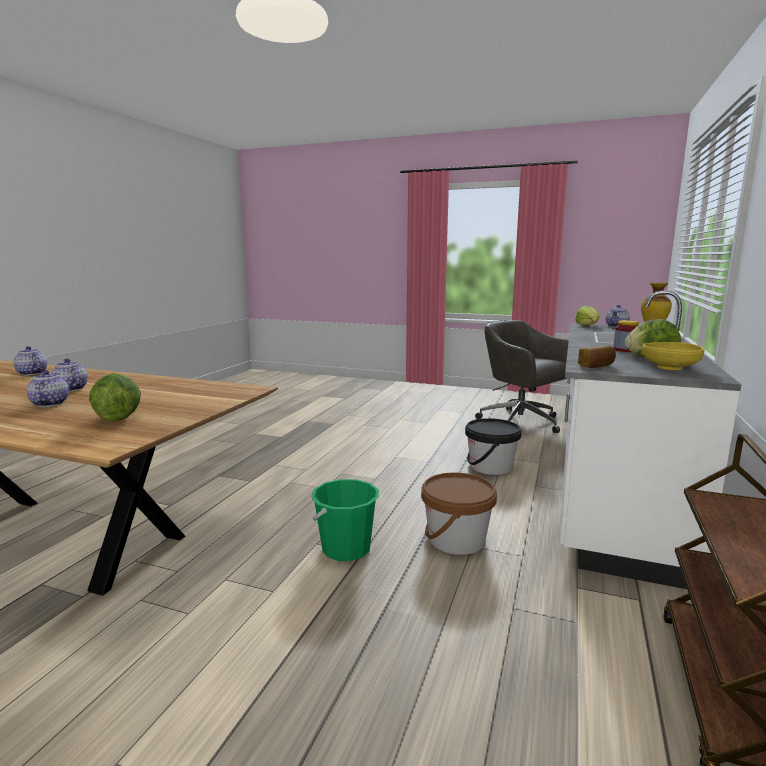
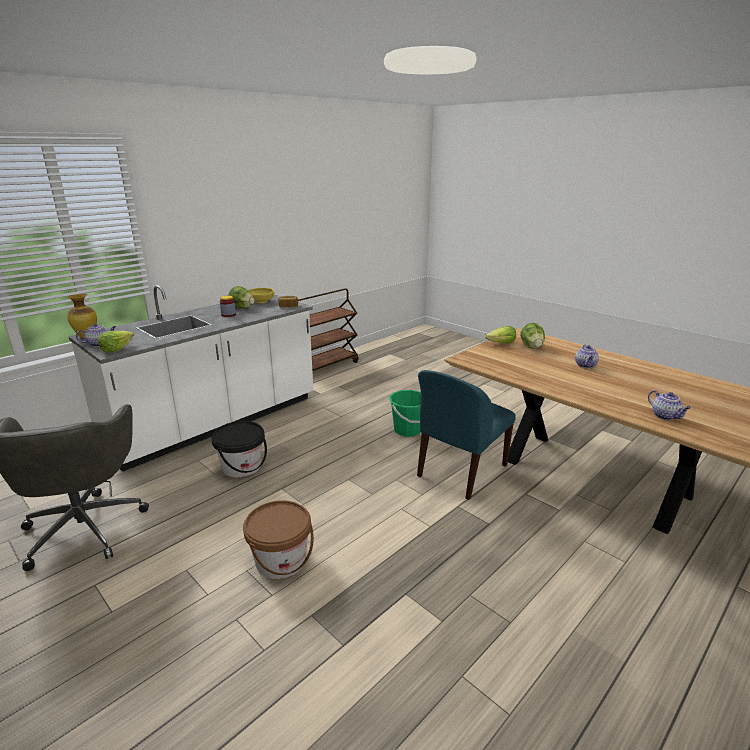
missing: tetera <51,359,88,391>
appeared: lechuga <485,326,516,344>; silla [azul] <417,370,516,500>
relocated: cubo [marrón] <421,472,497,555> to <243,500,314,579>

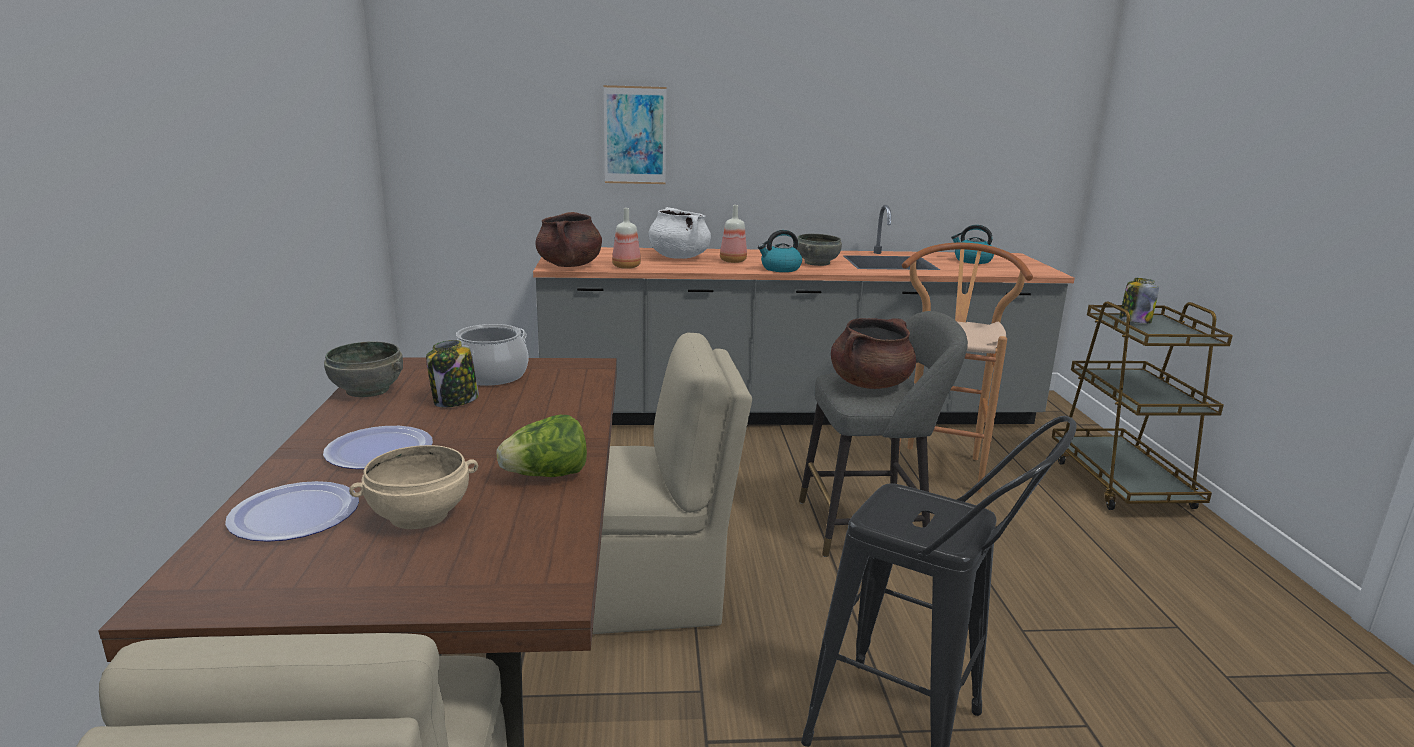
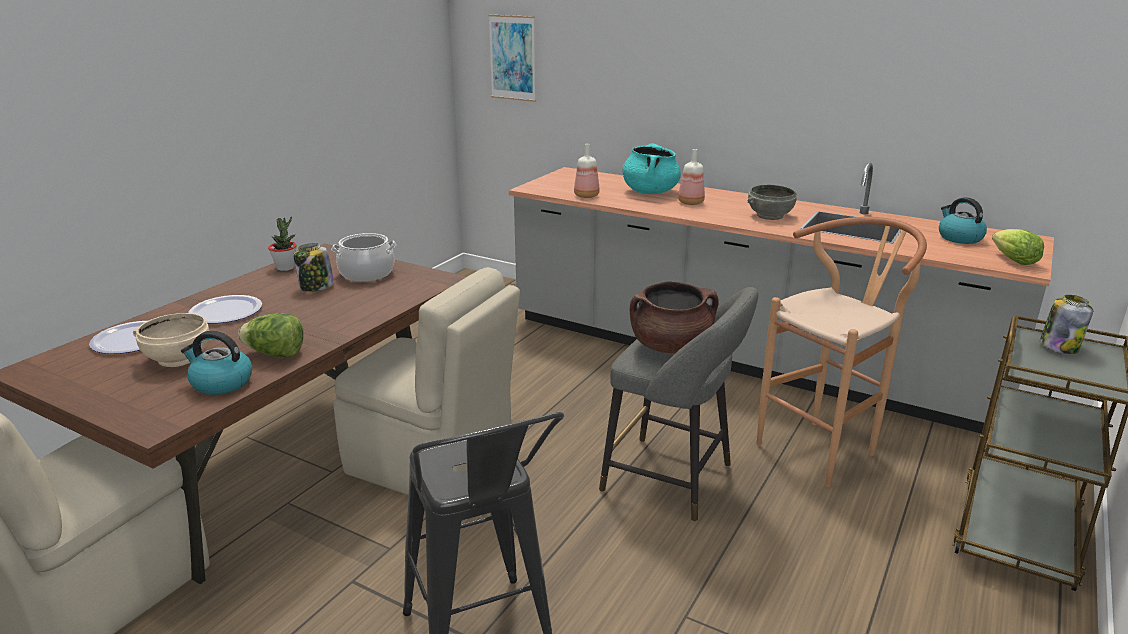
missing: olla [marrón] <535,212,602,267>
appeared: lechuga <992,229,1044,265>
relocated: cuadro <604,85,667,184> to <488,14,536,102>; hervidor <758,230,802,272> to <181,331,252,395>
exchanged: cuenco [gris] <324,341,403,397> to planta en maceta <268,217,297,271>
colour: olla [blanco] <648,207,711,259> to olla [turquesa] <622,143,681,194>

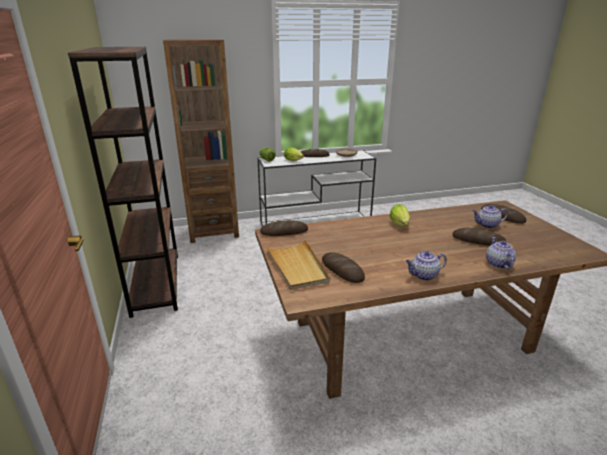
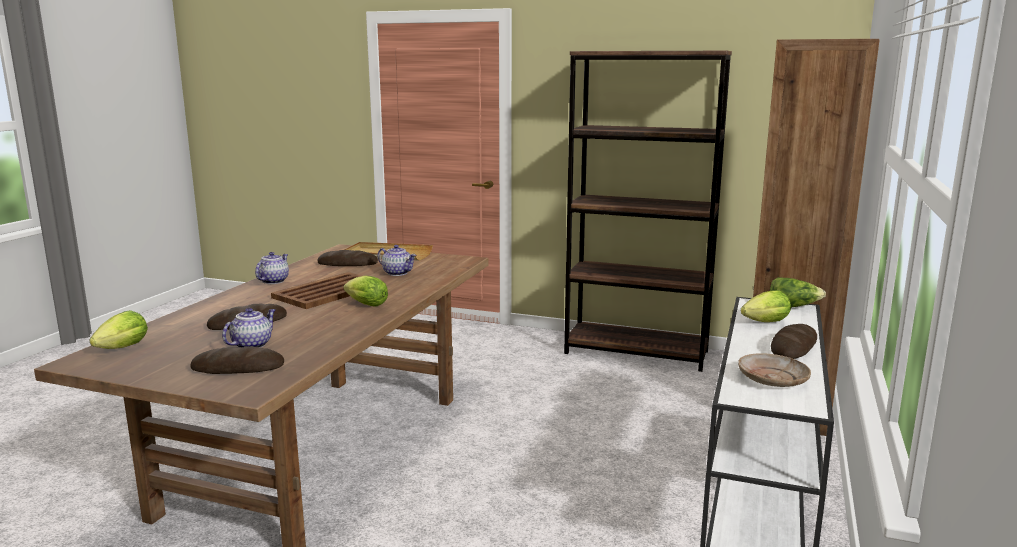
missing: pan <260,220,308,236>
appeared: bandeja [marrón] <271,272,361,309>; lechuga <90,310,148,349>
relocated: tetera <486,237,516,269> to <378,245,416,276>

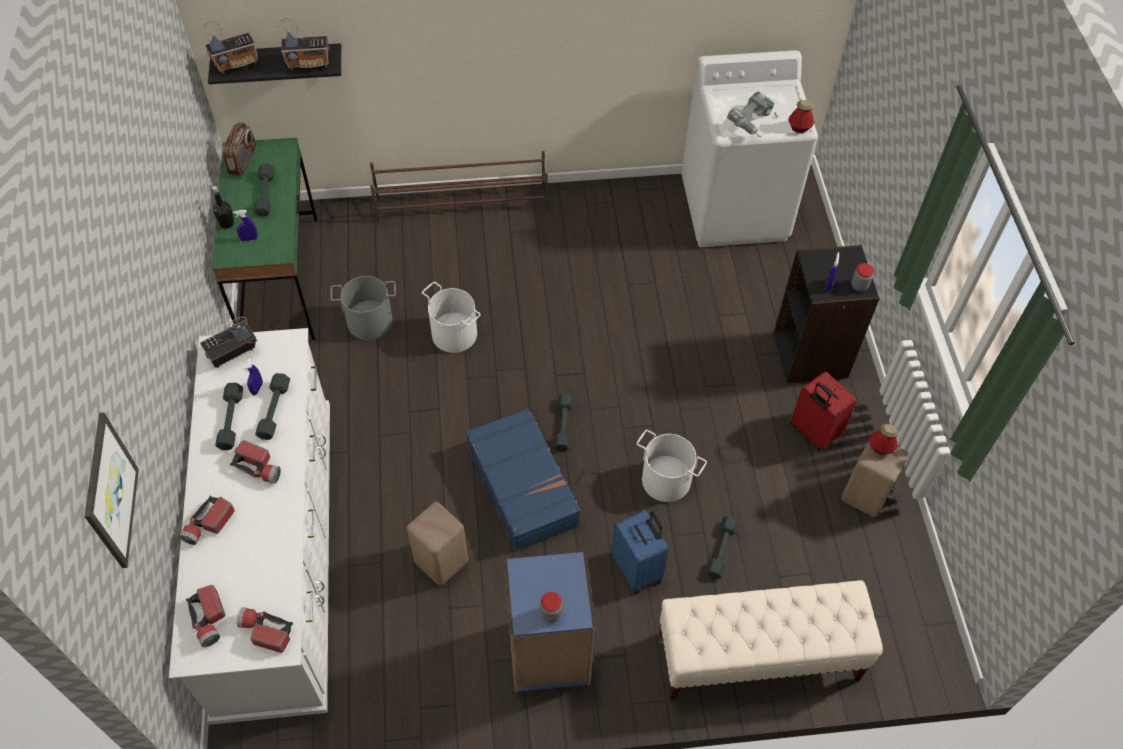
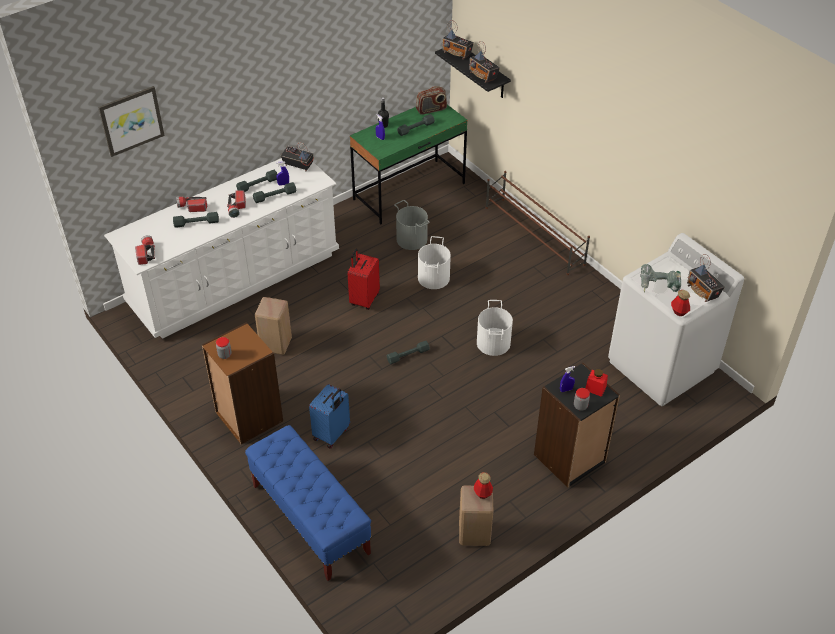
missing: maleta [azul] <466,408,581,551>; linterna <186,585,226,647>
appeared: radio <687,254,725,302>; tarro [rojo] <586,369,608,397>
relocated: maleta [rojo] <790,371,857,450> to <347,249,380,310>; cubo [blanco] <636,430,707,502> to <477,300,513,356>; mancuerna [gris] <705,516,739,579> to <173,212,219,228>
colour: estantería [azul] <504,552,596,693> to estantería [marrón] <202,322,283,444>; banco [beis] <659,580,883,701> to banco [azul] <245,425,372,581>

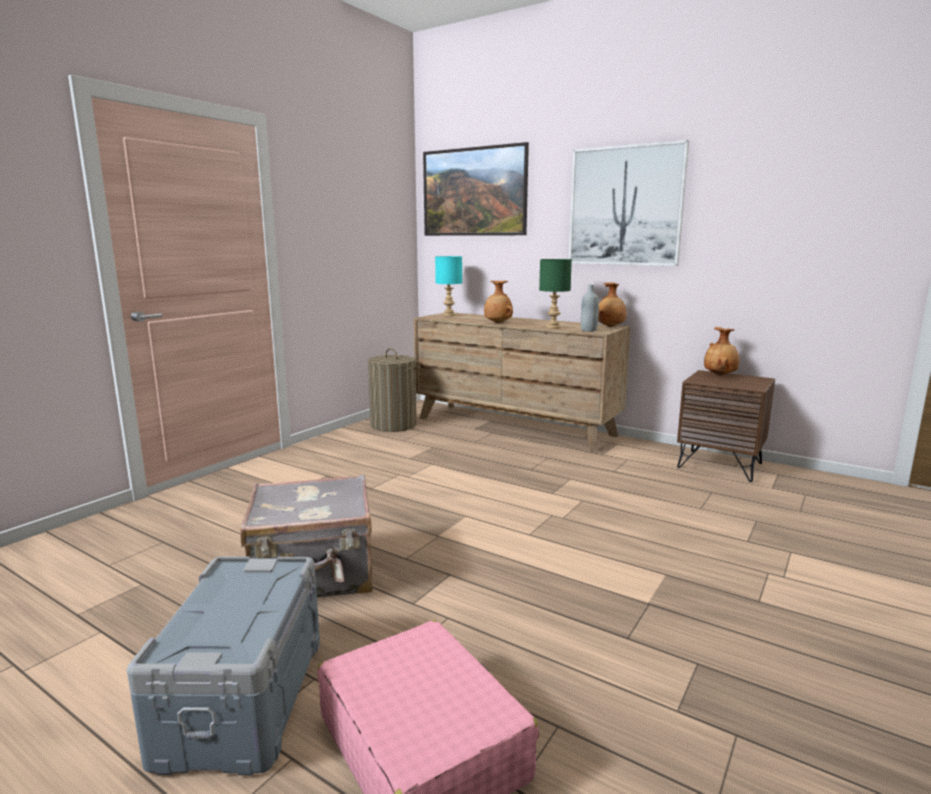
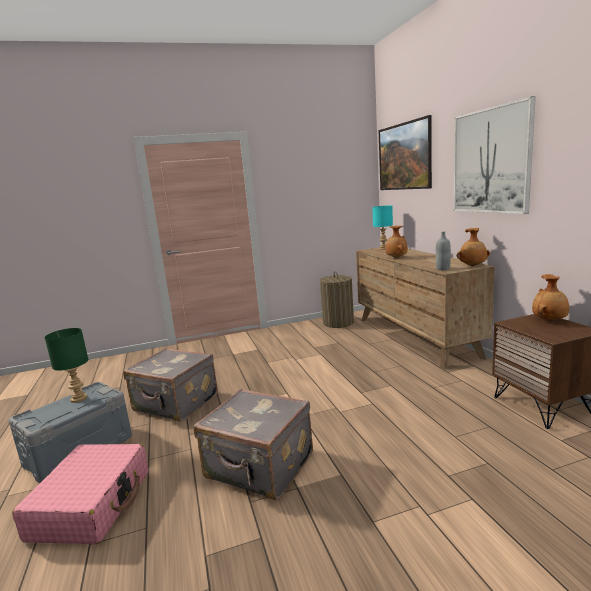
appeared: maleta [gris] <194,389,313,500>
relocated: lámpara de mesa [verde] <539,259,572,329> to <45,328,88,403>

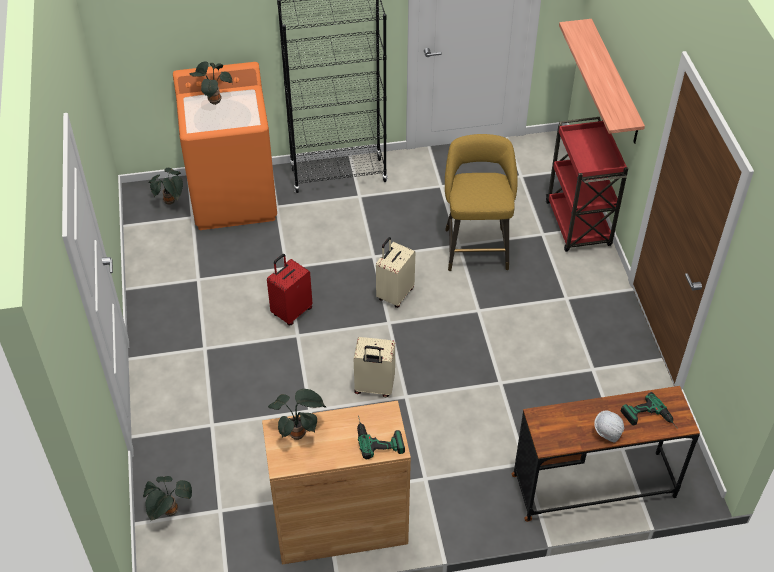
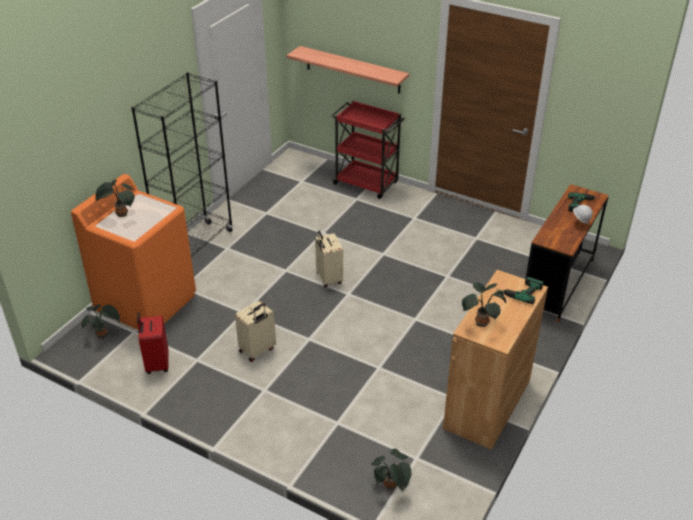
missing: taburete [amarillo] <445,134,518,271>
relocated: maleta [rojo] <267,254,312,326> to <137,312,168,374>; maleta [beis] <354,337,395,397> to <235,300,276,362>

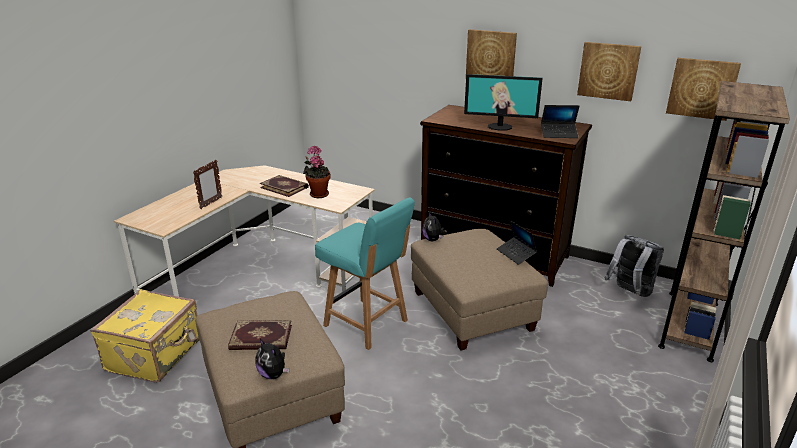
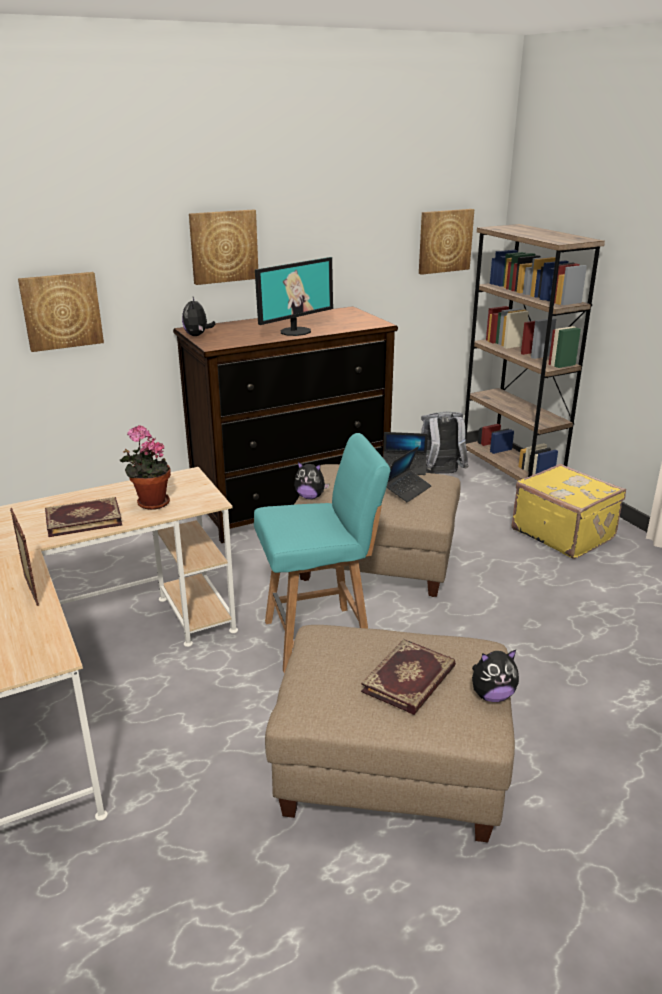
appeared: peluche <182,297,215,336>
relocated: cuadro <577,42,641,101> to <18,272,104,352>; portátil <541,105,579,138> to <386,446,432,502>; maleta [amarillo] <90,289,199,383> to <511,464,626,559>

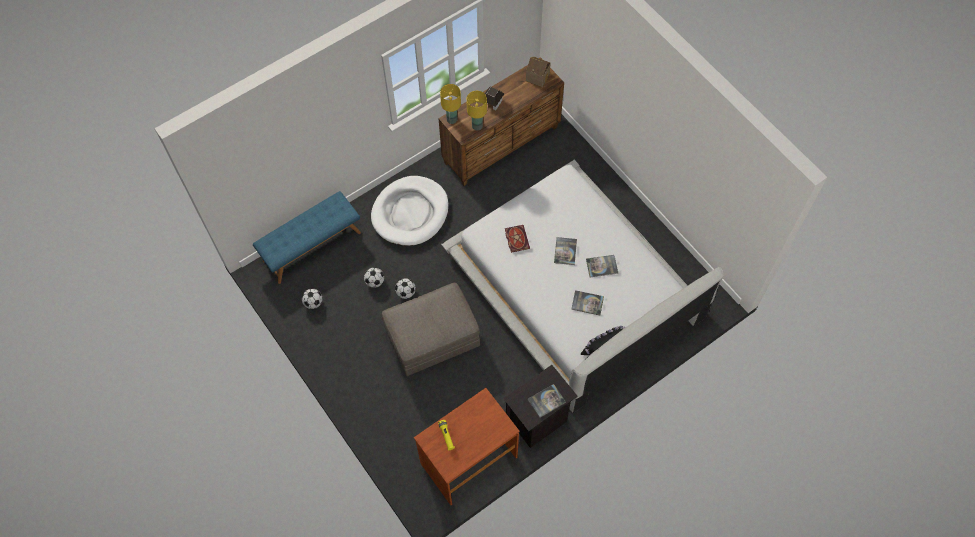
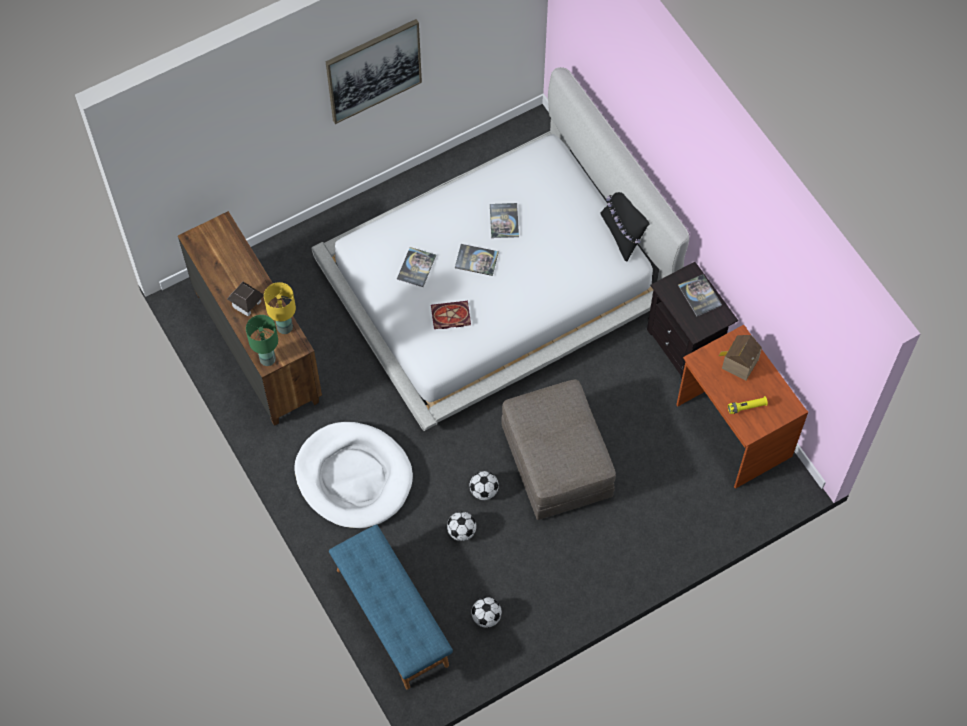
appeared: cuadro <326,19,422,124>
relocated: casita <526,57,550,87> to <719,335,762,381>; libro <571,290,604,315> to <397,247,436,287>
colour: lámpara de mesa [amarillo] <440,84,461,124> to lámpara de mesa [verde] <246,315,278,366>

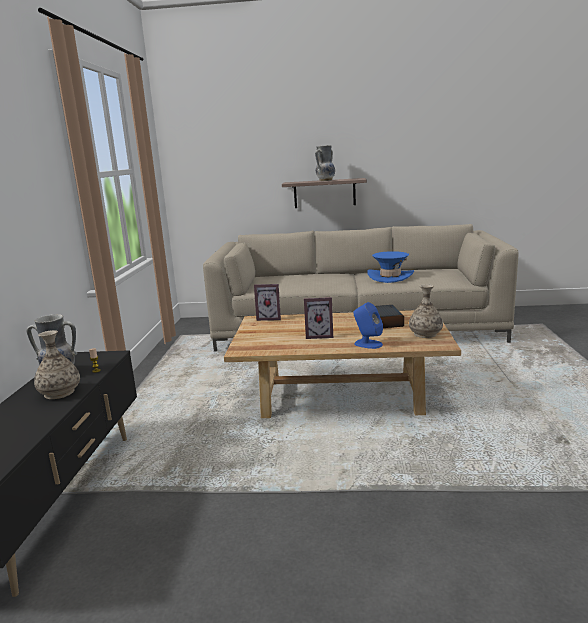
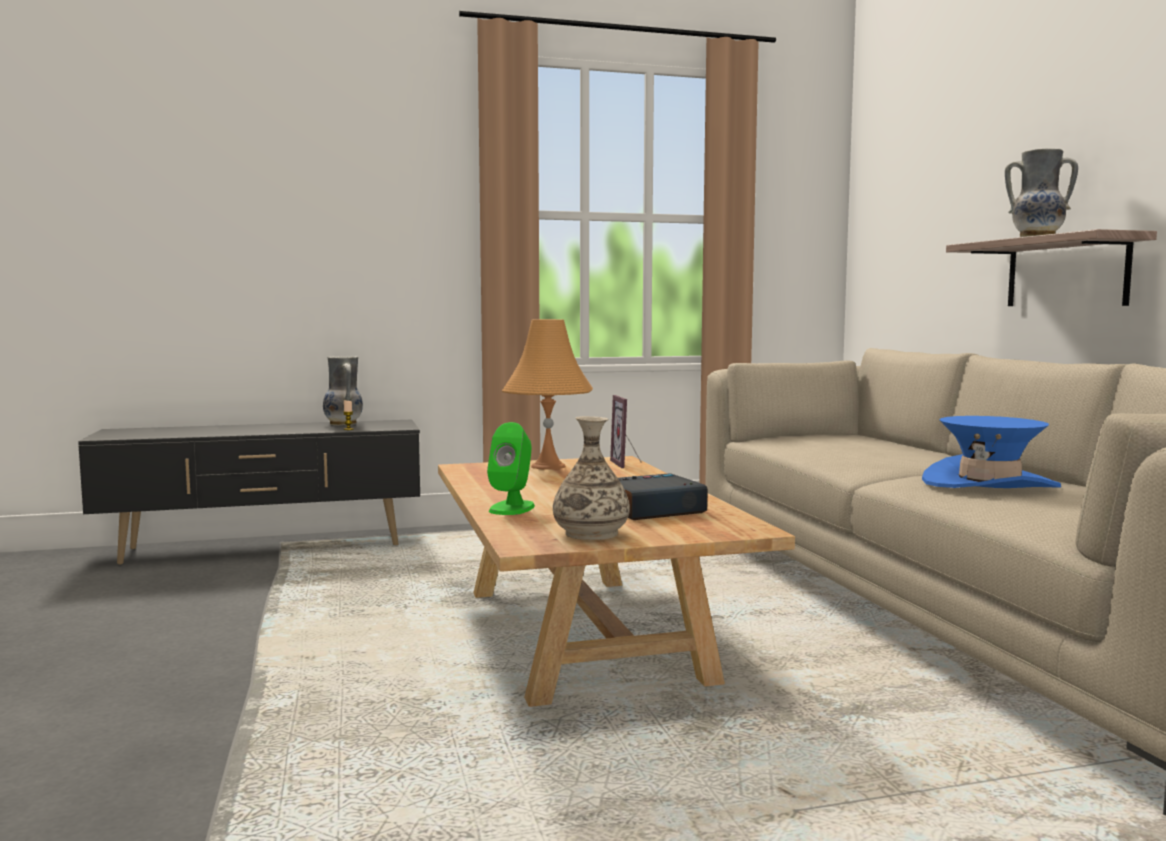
missing: portarretratos <304,297,333,339>; florero <34,330,80,399>
appeared: lámpara de mesa [naranja] <502,319,593,470>
colour: altavoz [azul] <353,302,383,349> to altavoz [verde] <487,422,535,515>

